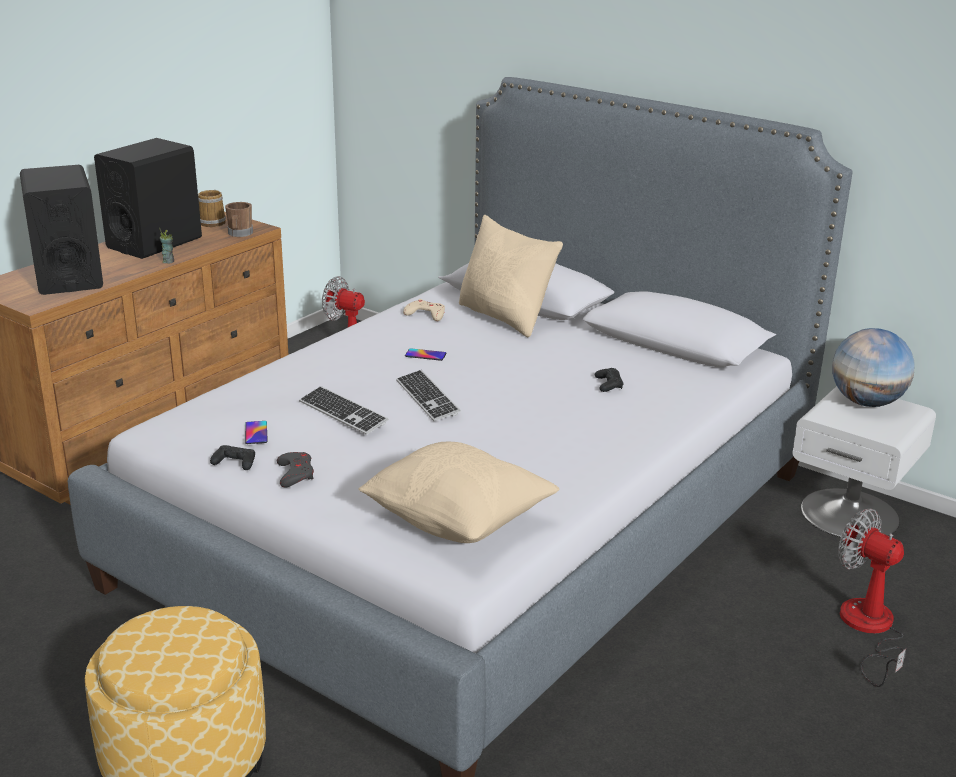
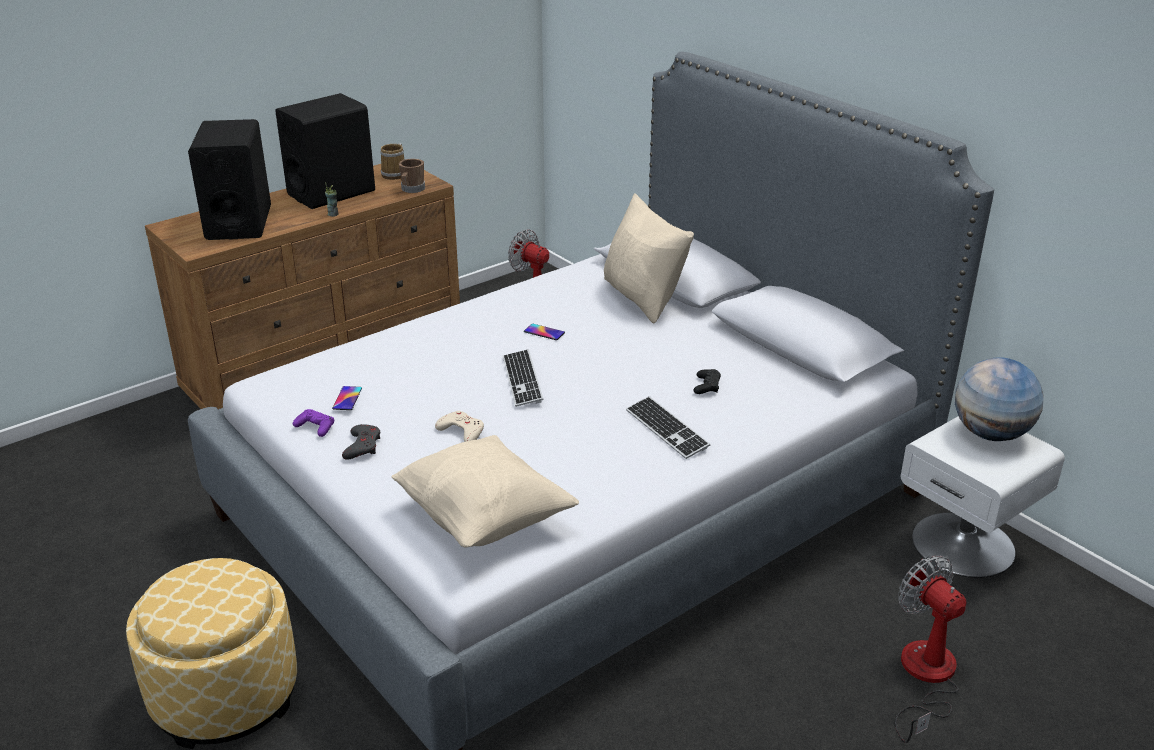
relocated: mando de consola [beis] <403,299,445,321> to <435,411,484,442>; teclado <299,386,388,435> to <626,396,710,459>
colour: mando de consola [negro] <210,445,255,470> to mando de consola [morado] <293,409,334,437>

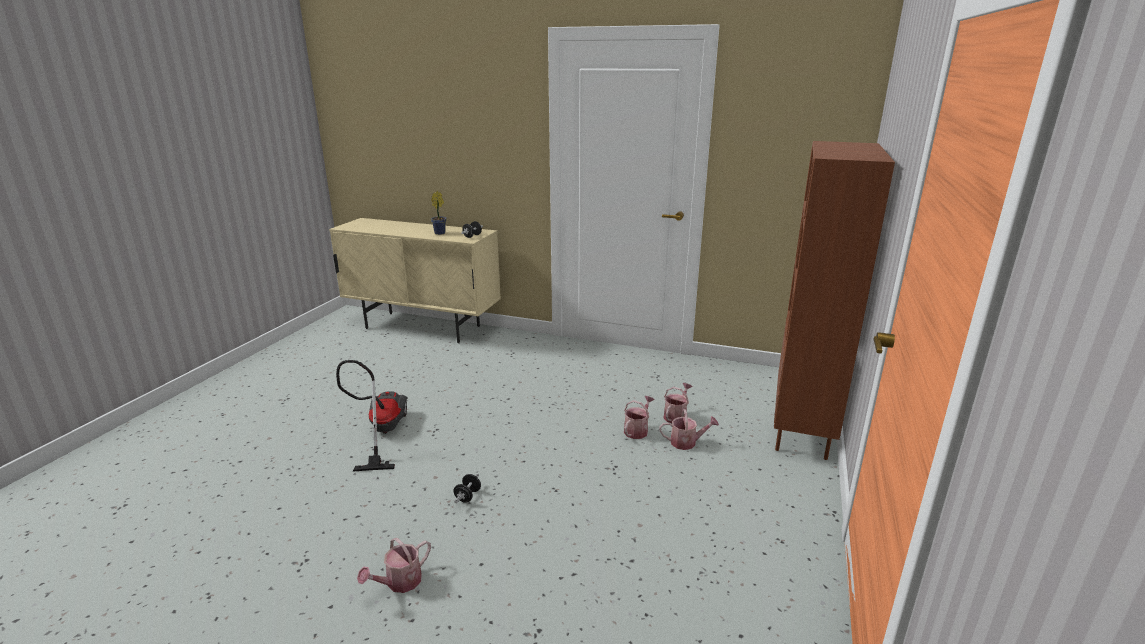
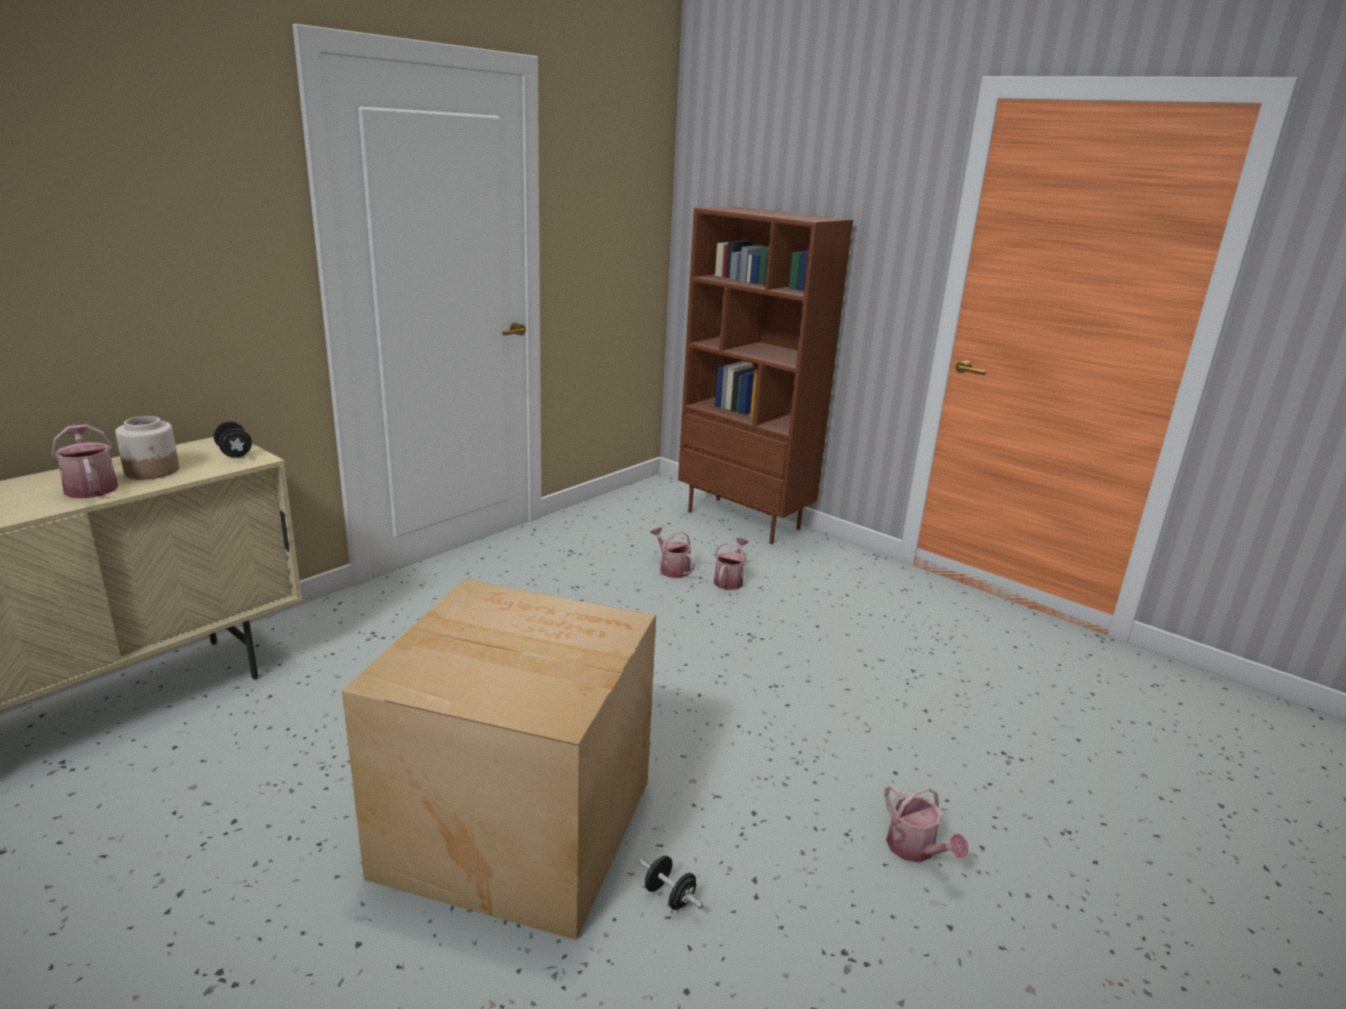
relocated: regadera <624,396,654,439> to <51,424,118,498>; mancuerna [negro] <454,474,481,503> to <639,856,703,910>
exchanged: planta en maceta <431,191,447,235> to tarro <115,416,179,479>; aspiradora <336,360,408,472> to caja de cartón <342,579,656,940>

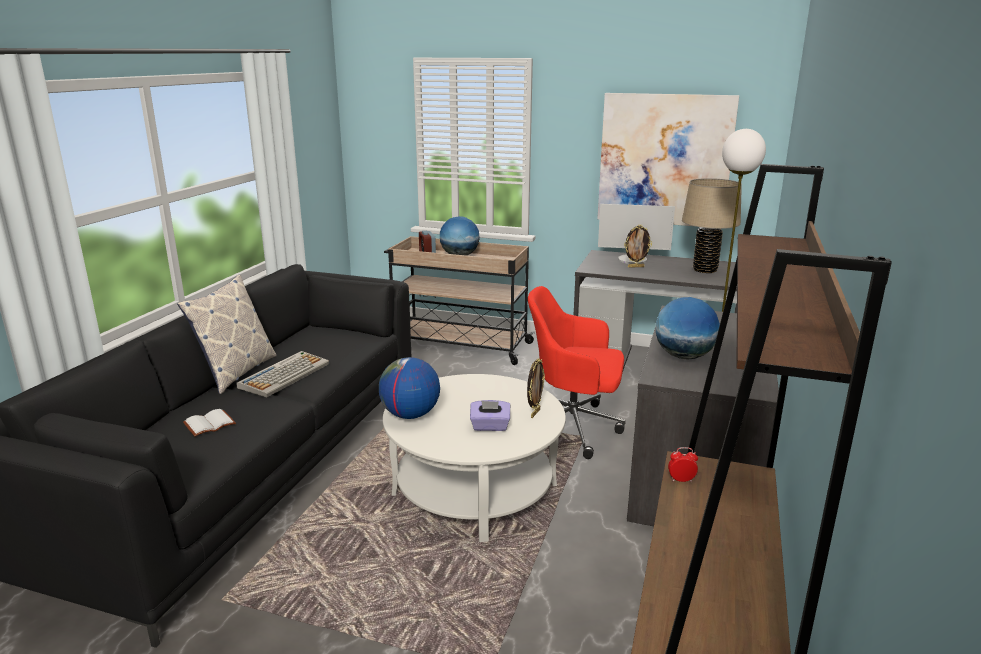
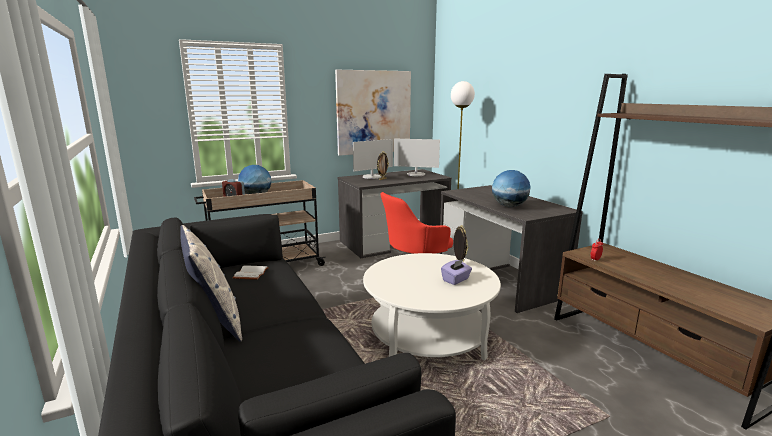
missing: teclado <236,351,329,397>; globo terráqueo <379,357,440,419>
relocated: libro [blanco] <183,409,236,437> to <233,265,269,280>
exchanged: lámpara de mesa [beis] <682,178,742,273> to monitor <394,139,440,176>

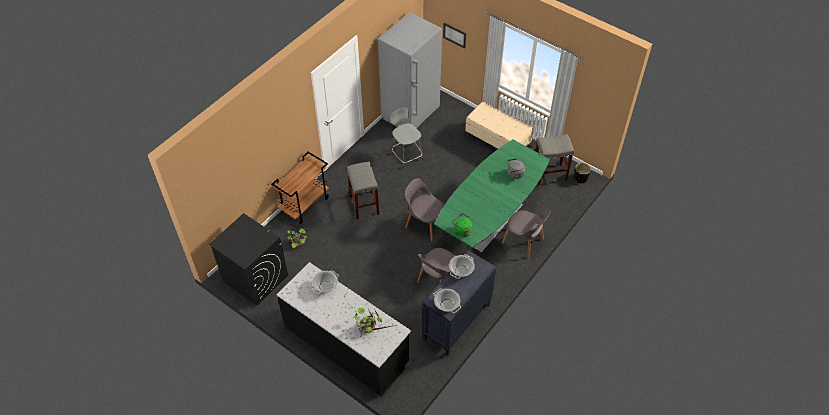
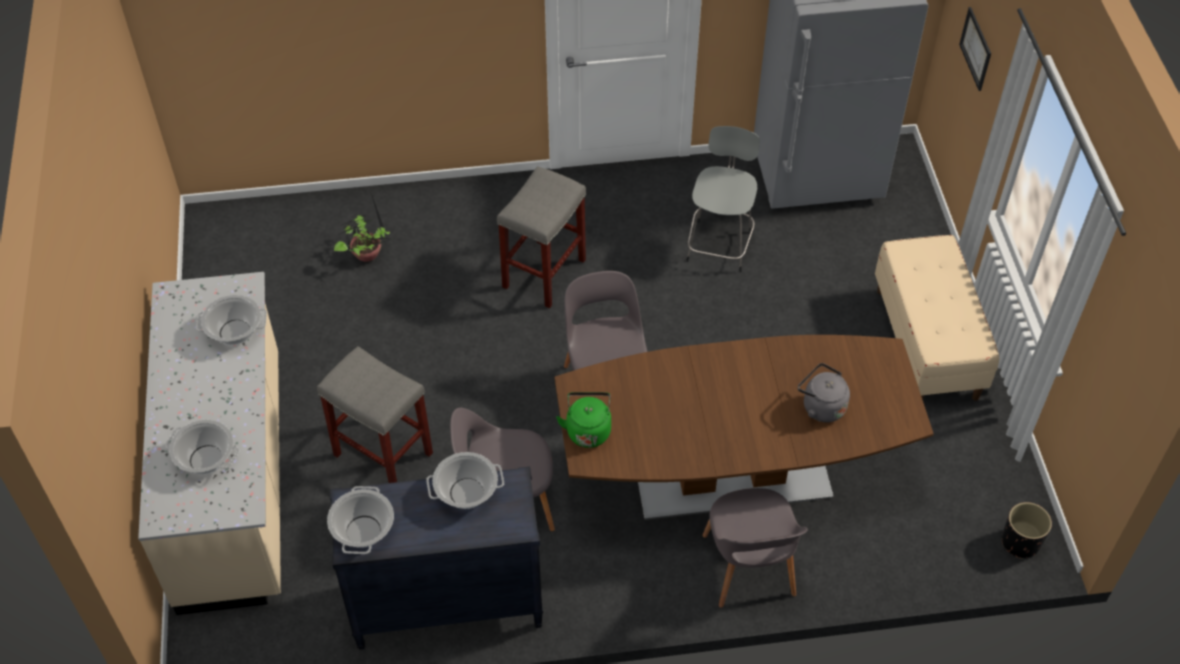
missing: carrito [marrón] <271,152,329,224>; lavadora [negro] <209,213,288,306>
relocated: taburete [gris] <535,134,574,185> to <317,346,433,483>
exchanged: planta en maceta <353,308,396,335> to olla <165,420,239,474>
colour: mesa de comedor [verde] <434,139,550,253> to mesa de comedor [marrón] <555,335,934,520>; mueble bajo de cocina [negro] <277,262,411,397> to mueble bajo de cocina [beis] <138,272,281,615>

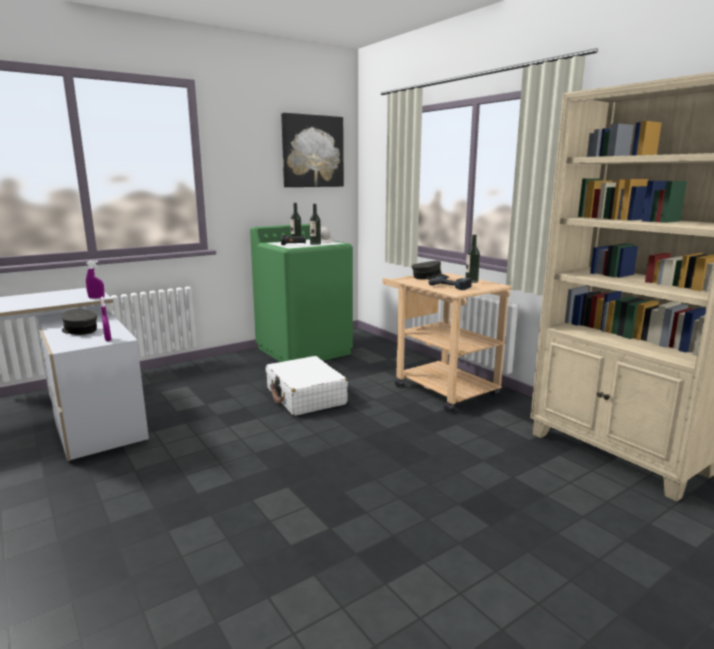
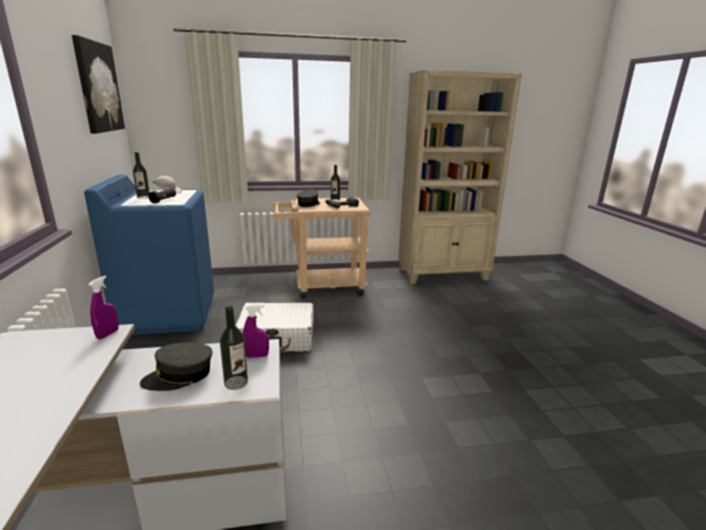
relocated: botella <310,204,321,245> to <220,306,248,390>
colour: lavadora [verde] <250,224,353,362> to lavadora [azul] <84,175,214,335>

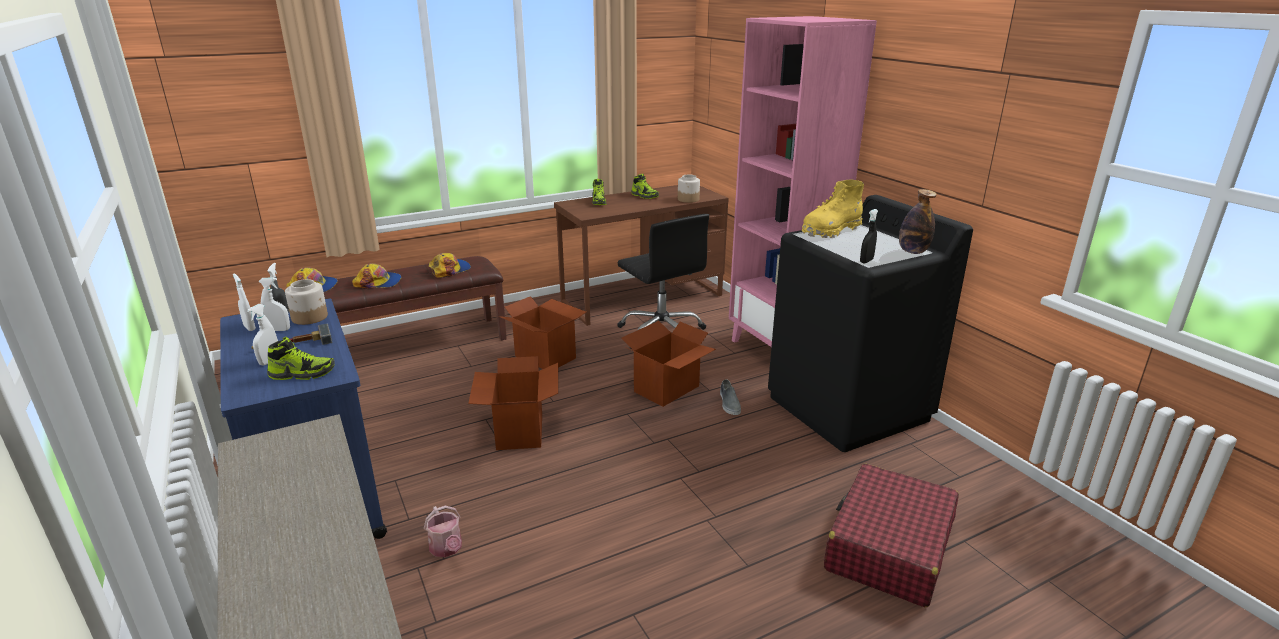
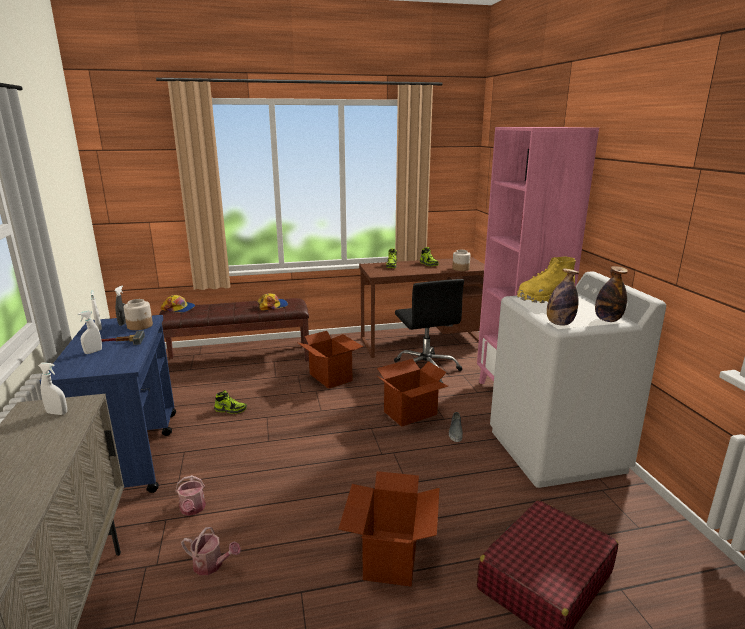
missing: gorra <352,263,401,289>
appeared: regadera <181,527,241,575>
relocated: pulverizador [blanco] <258,277,290,331> to <38,362,67,415>; zapato <267,337,335,380> to <214,390,247,414>; caja de cartón <468,356,558,450> to <338,471,440,587>
exchanged: pulverizador [negro] <860,209,878,264> to botella <547,269,579,326>
colour: lavadora [negro] <768,195,973,452> to lavadora [blanco] <490,271,666,488>

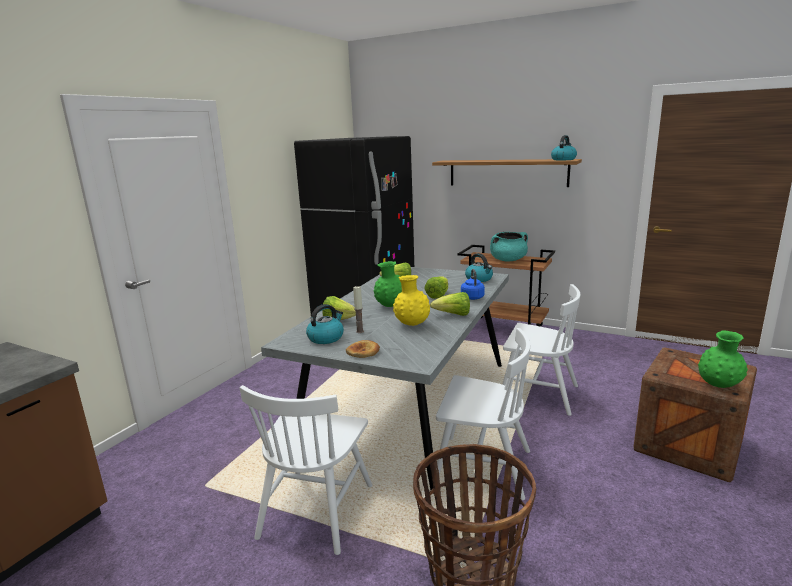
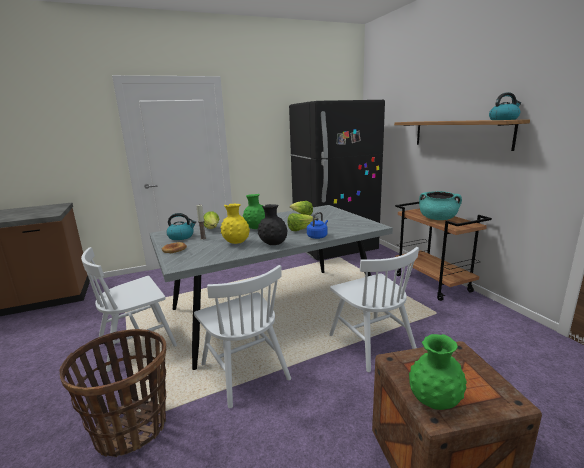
missing: hervidor <465,253,493,282>
exchanged: lechuga <430,292,470,316> to florero [negro] <258,204,288,245>

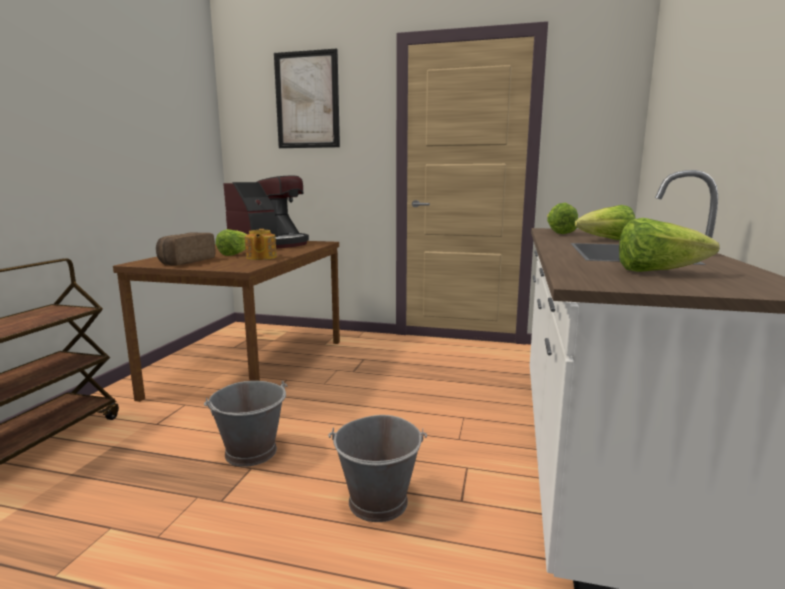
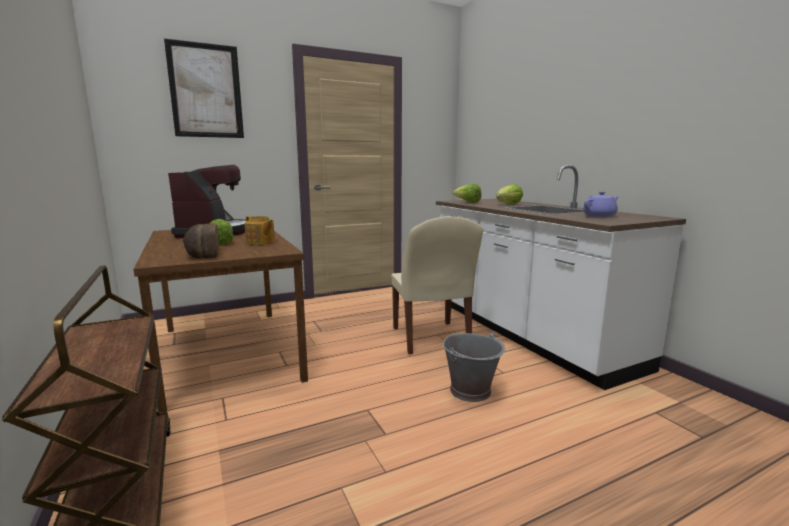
missing: cubo [gris] <204,380,287,467>
appeared: silla [beis] <391,216,483,354>
exchanged: lechuga <619,218,720,272> to tetera [morado] <583,192,619,217>

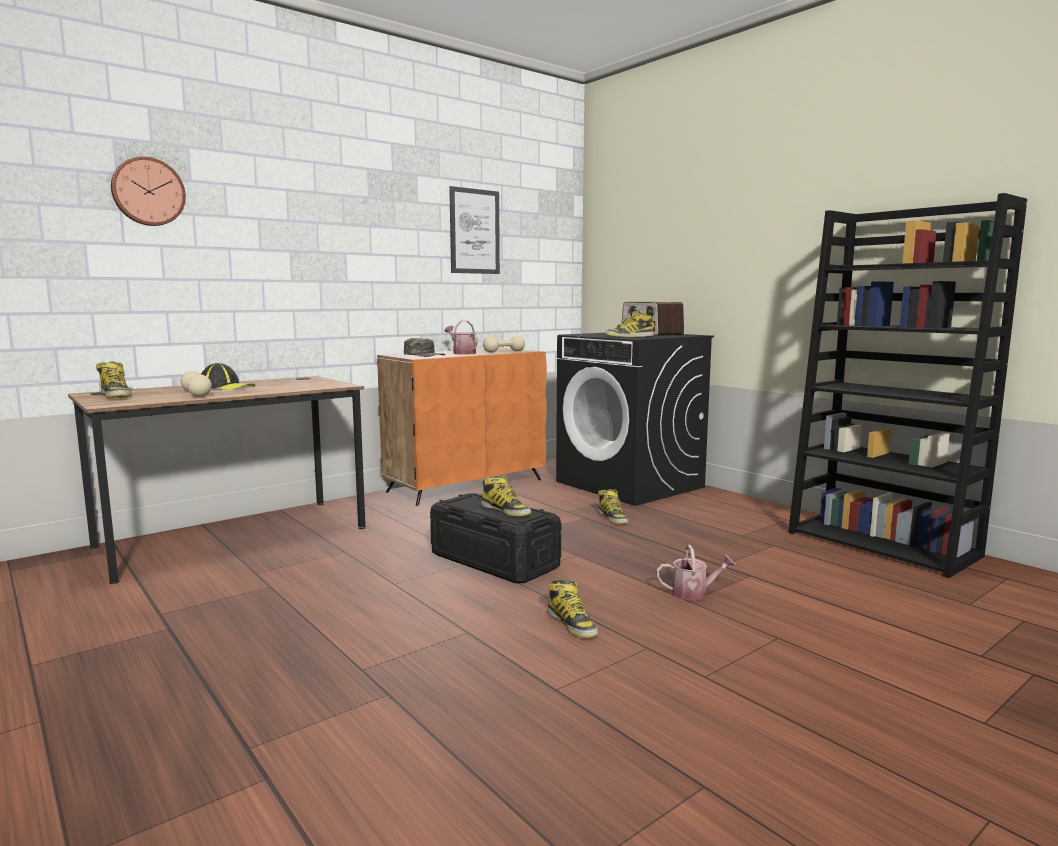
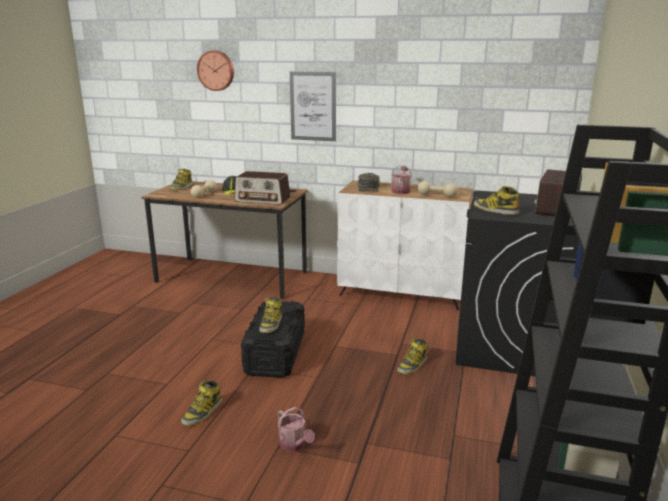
appeared: radio <234,171,290,205>
relocated: cuadro <449,186,500,274> to <290,72,336,141>
colour: armario [naranja] <377,348,547,506> to armario [blanco] <337,181,472,310>

